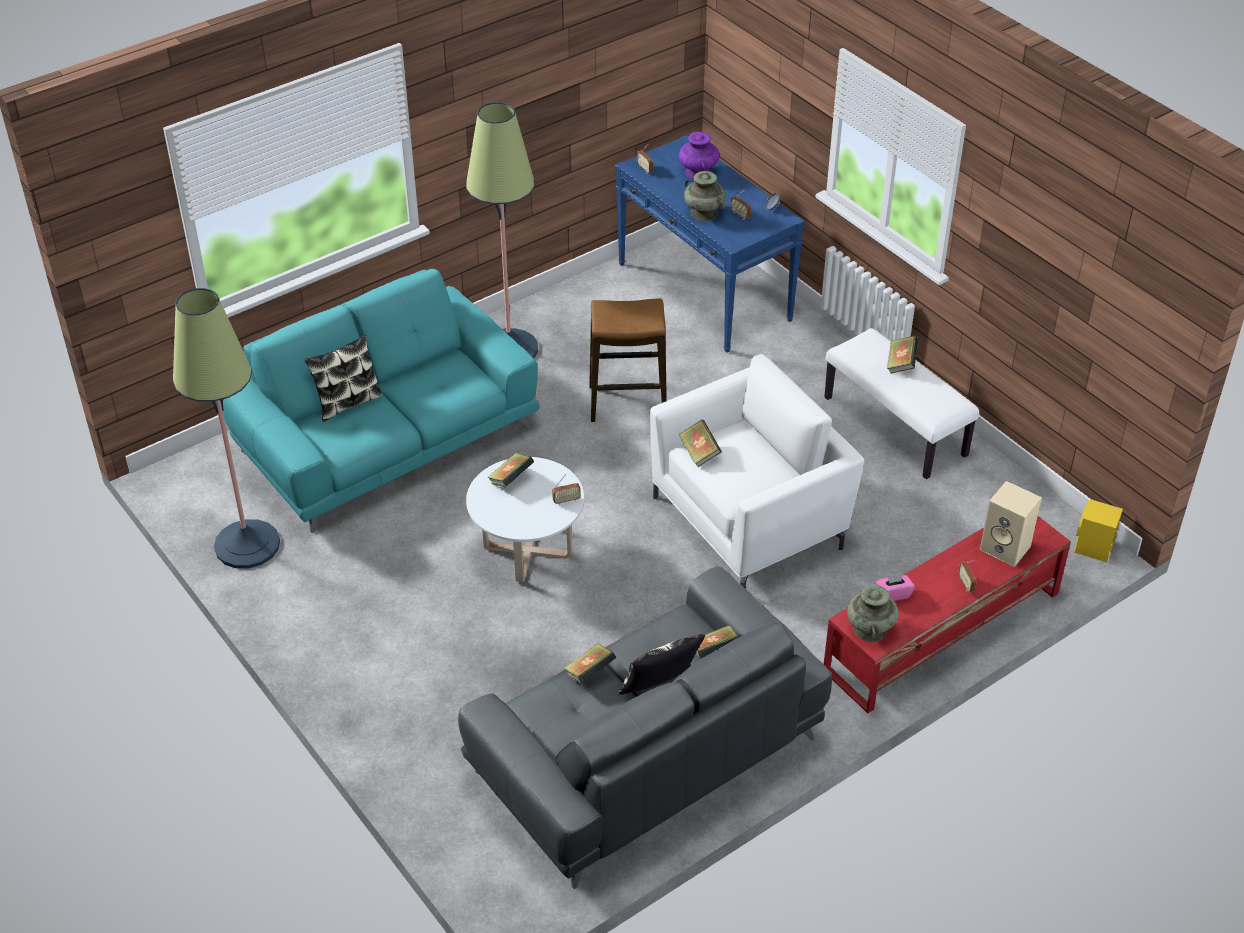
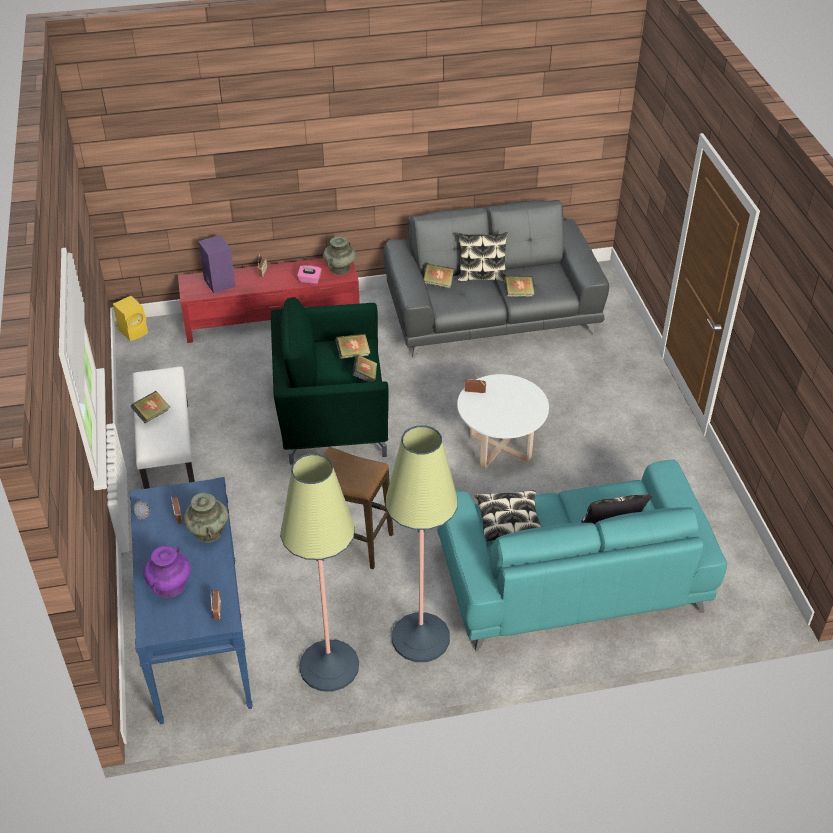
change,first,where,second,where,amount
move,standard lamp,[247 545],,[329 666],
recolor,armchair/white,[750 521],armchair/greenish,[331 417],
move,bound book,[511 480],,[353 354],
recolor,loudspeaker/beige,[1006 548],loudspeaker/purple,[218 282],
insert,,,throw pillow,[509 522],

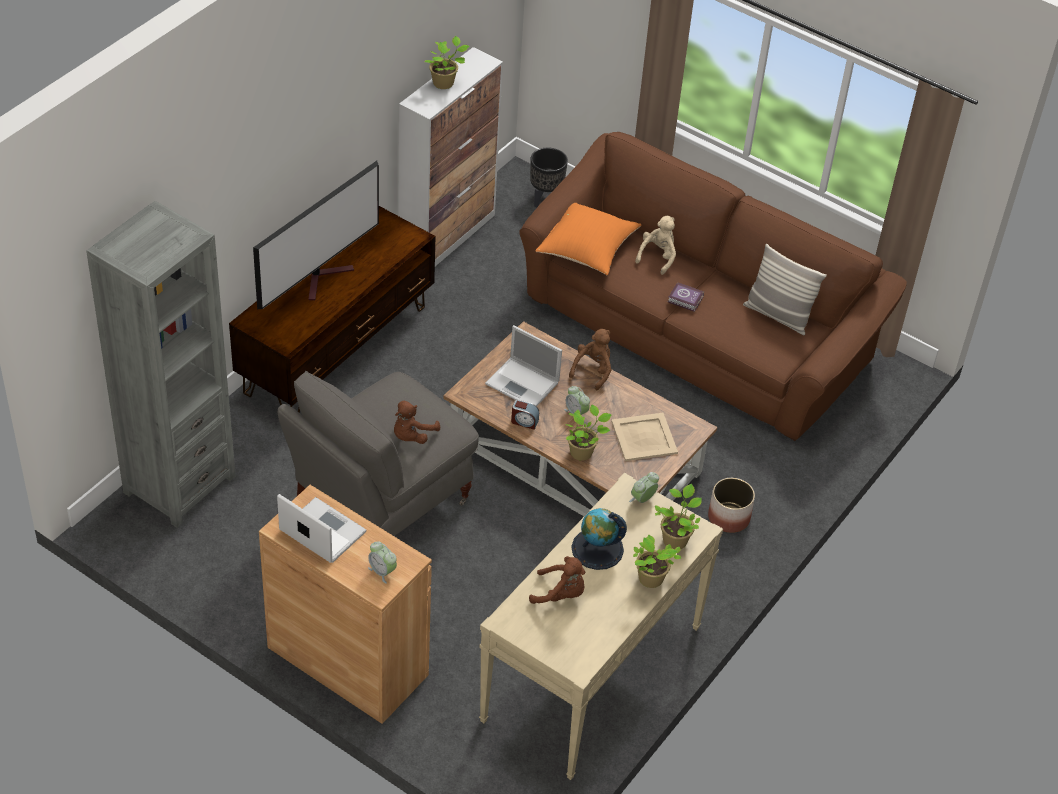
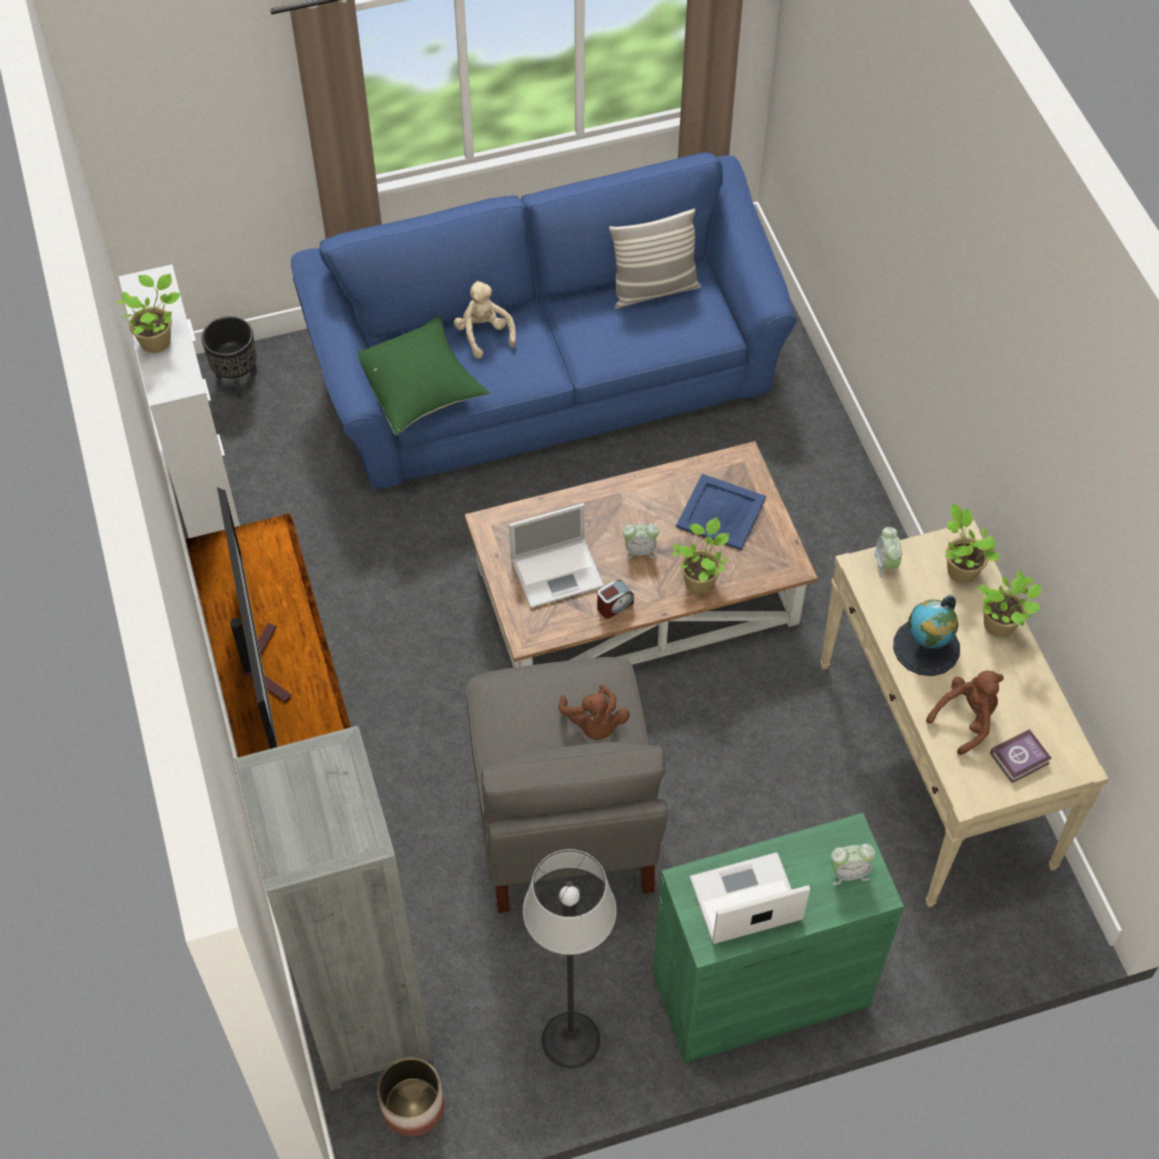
change,first,where,second,where,amount
recolor,couch/brown,[697 329],couch/bluish,[547 374],
recolor,throw pillow/orangey,[587 251],throw pillow/greenish,[419 389],
move,bound book,[686 300],,[1021 758],
delete,plush toy/brown,[593 370],,,
recolor,tray/beige,[643 437],tray/bluish,[720 512],
move,flower pot,[728 517],,[412 1106],
recolor,cupboard/brown,[347 661],cupboard/greenish,[760 990],
insert,,,standard lamp,[570 1040],

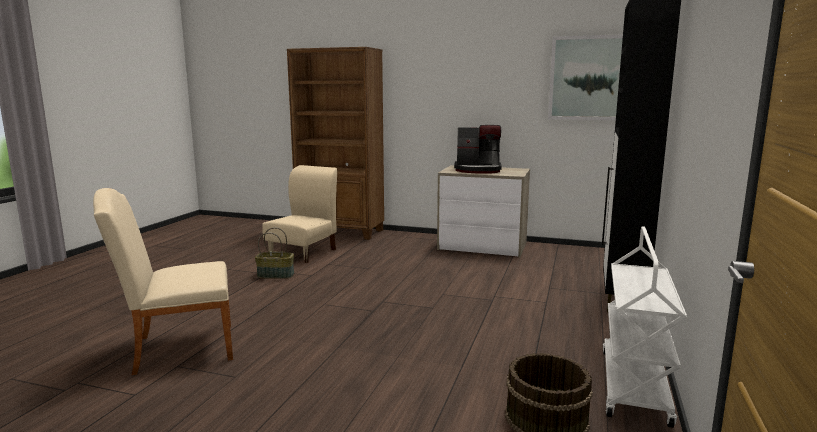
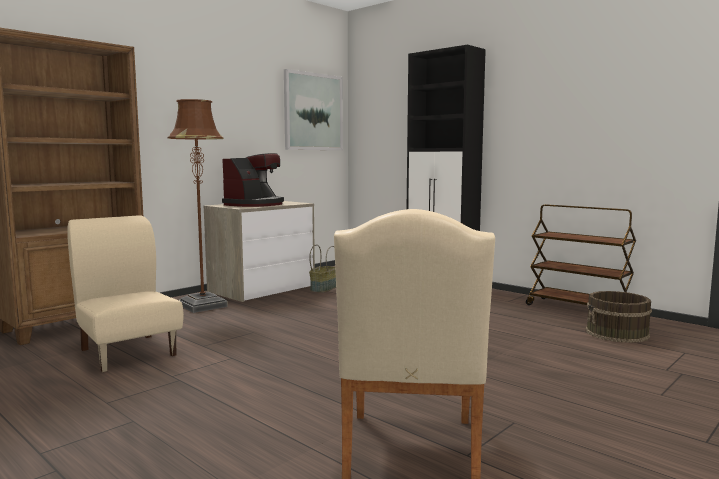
change,first,where,second,where,amount
recolor,trolley/white,[635 387],trolley/brown,[578 309],
move,storage basket,[276 275],,[323 288],
insert,,,standard lamp/brown,[203 306],

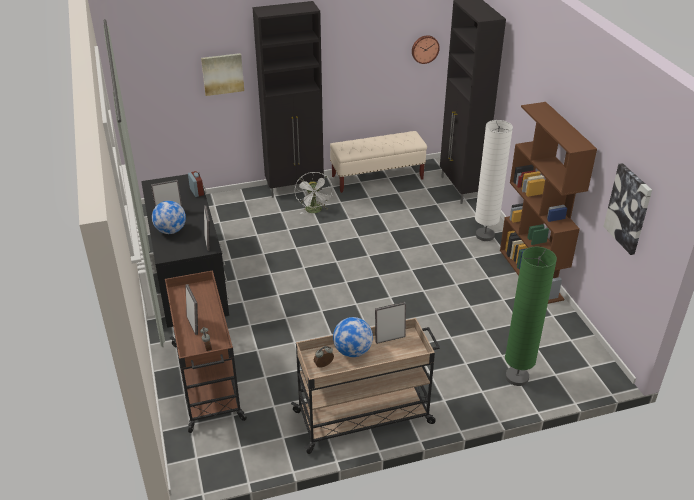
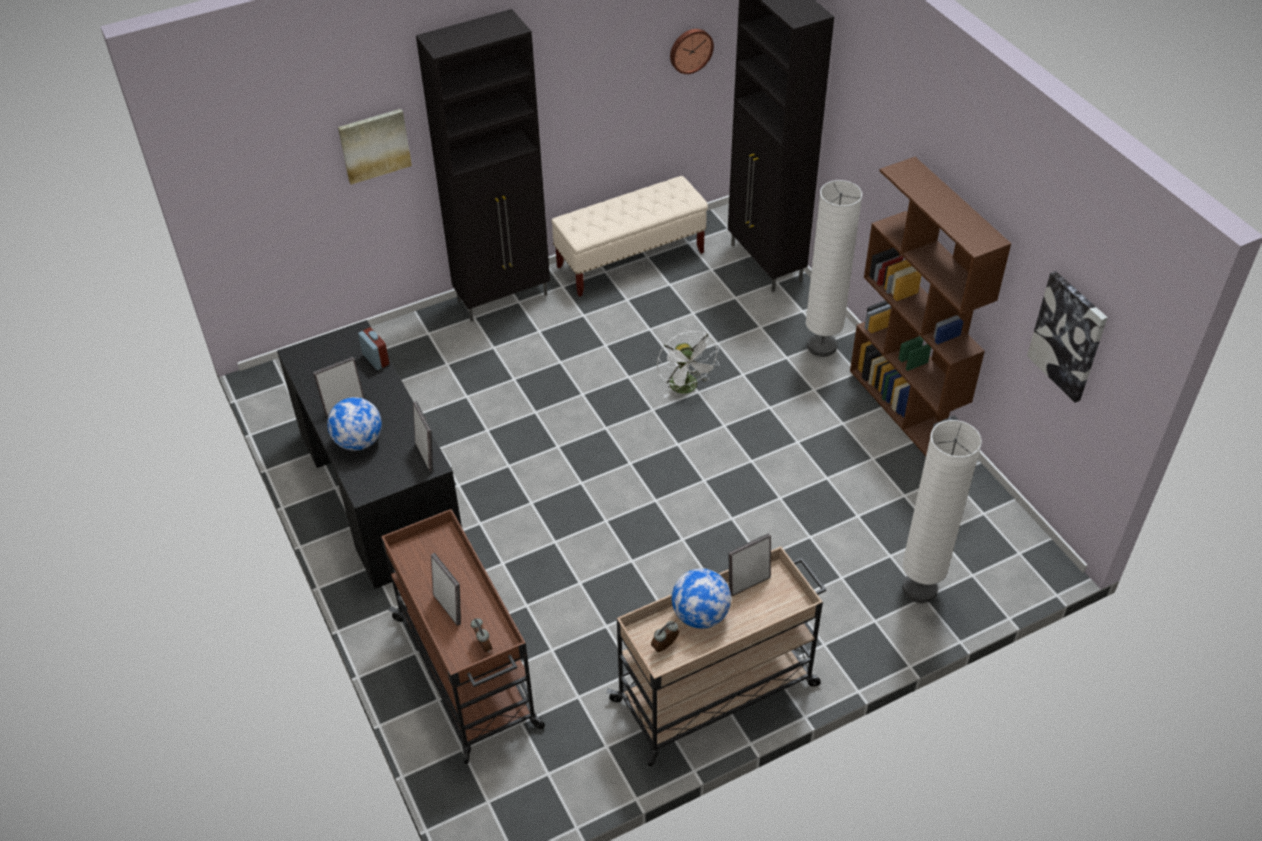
change,first,where,second,where,amount
move,fan/white,[315 211],,[687 388],
recolor,standard lamp/greenish,[517 377],standard lamp/white,[919 589],

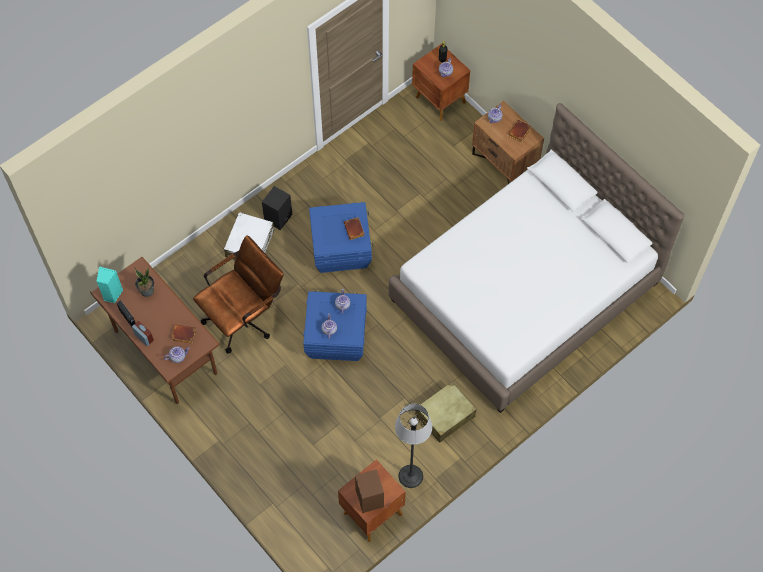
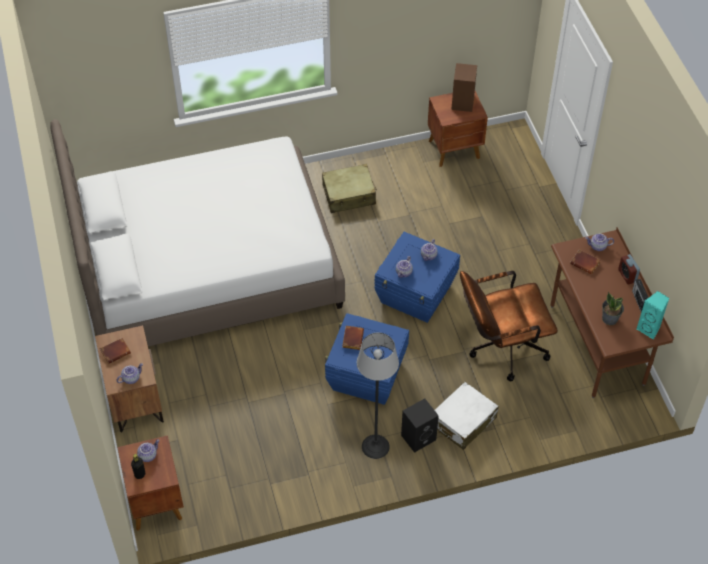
change,first,where,second,where,amount
move,standard lamp,[410 476],,[375 446],

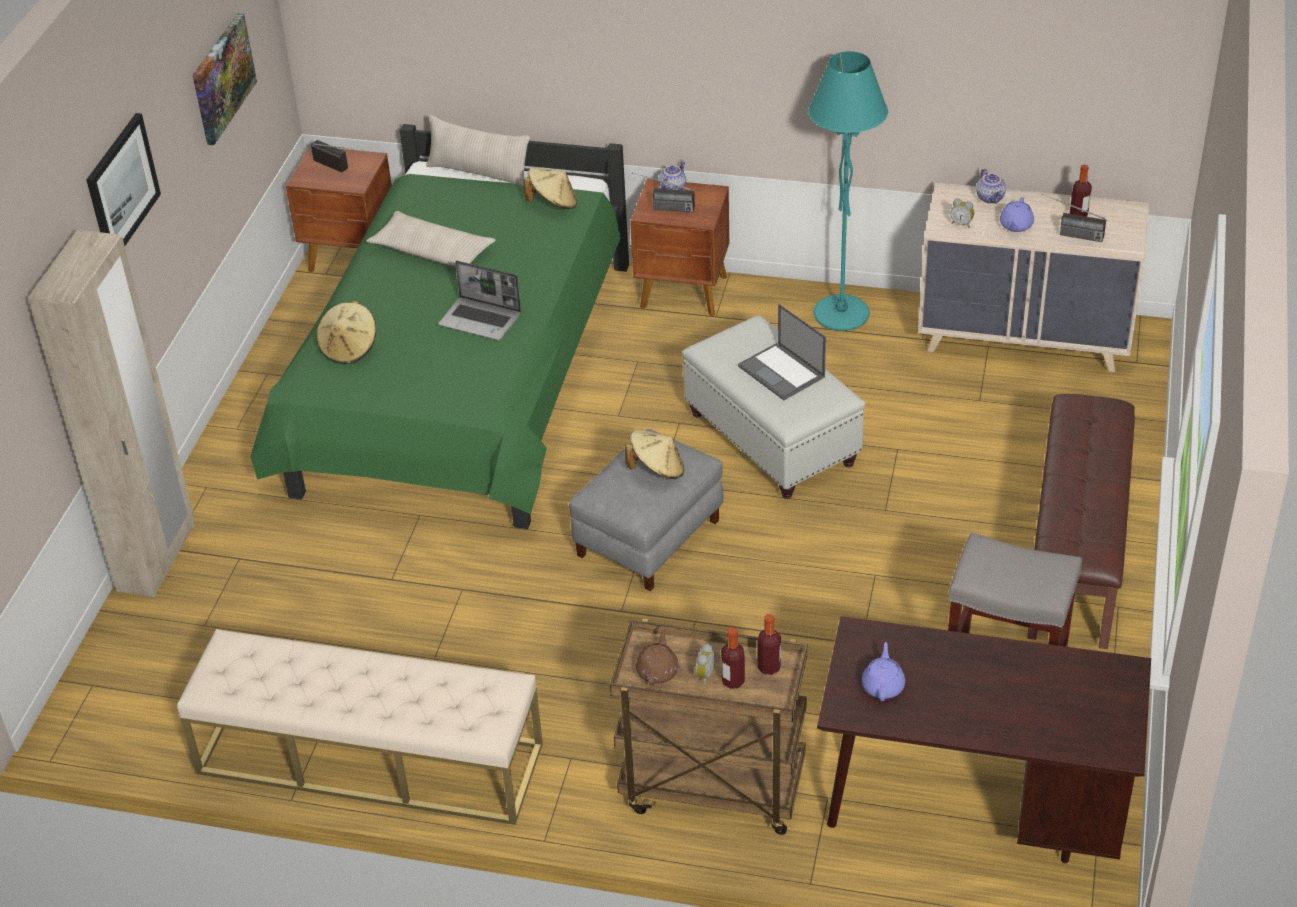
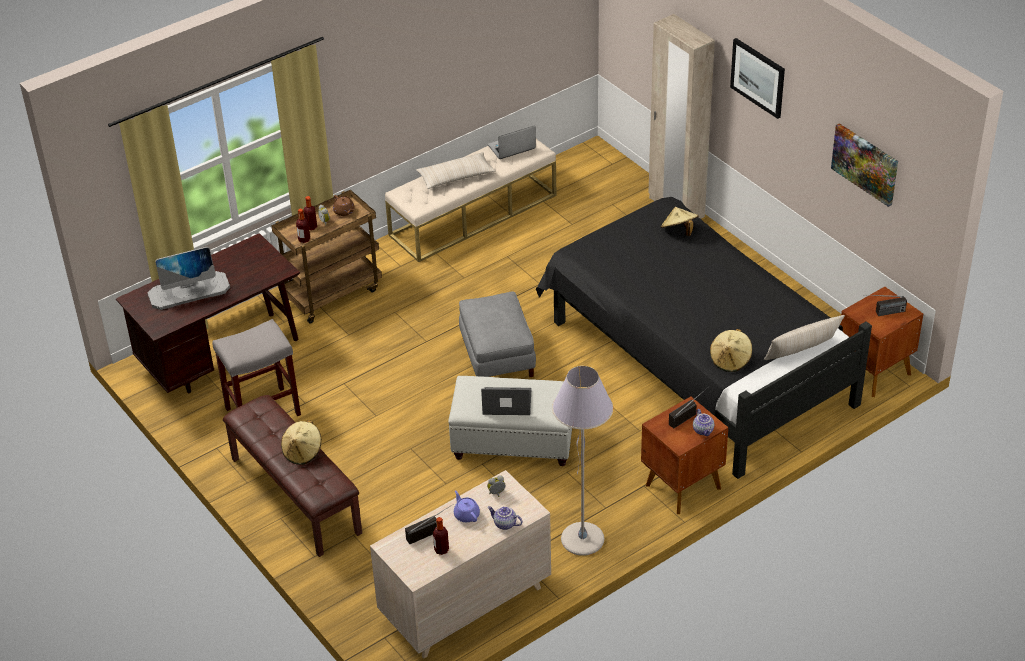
change,first,where,second,where,amount
recolor,standard lamp/turquoise-coloured,[841 314],standard lamp/grey,[582 540],
recolor,bedroom bed/greenish,[464 386],bedroom bed/blackish,[695 356],
move,throw pillow/beige,[432 251],,[456 177],
move,portable computer,[481 320],,[511 148],
move,hat/beige,[657 469],,[303 452],
delete,teapot/purple,[883 686],,,
insert,,,computer display,[189 291],

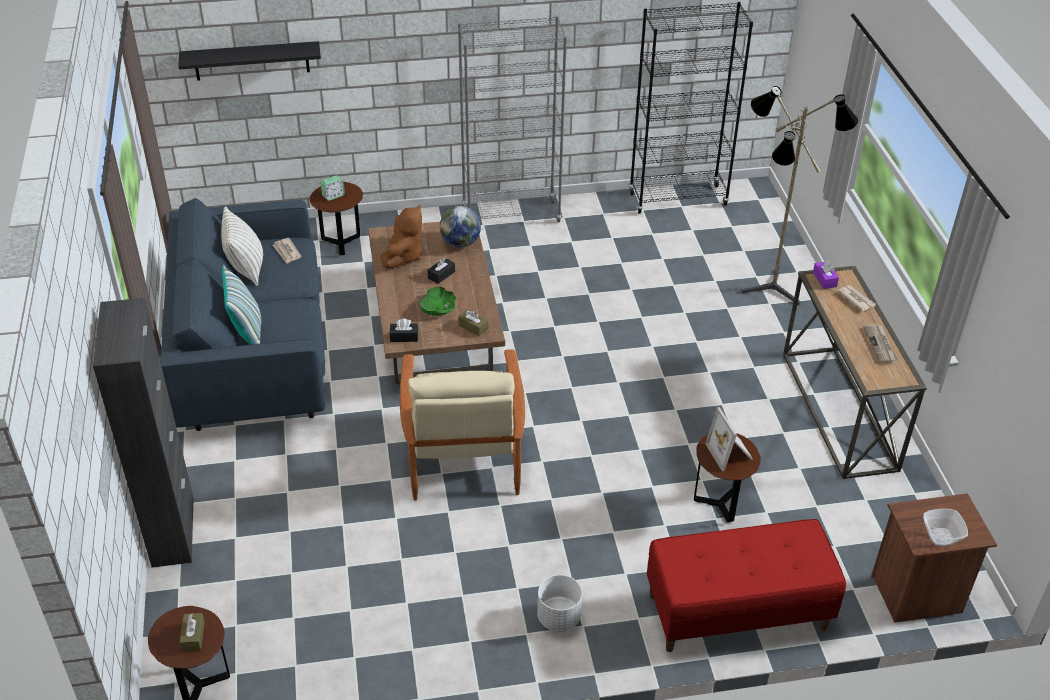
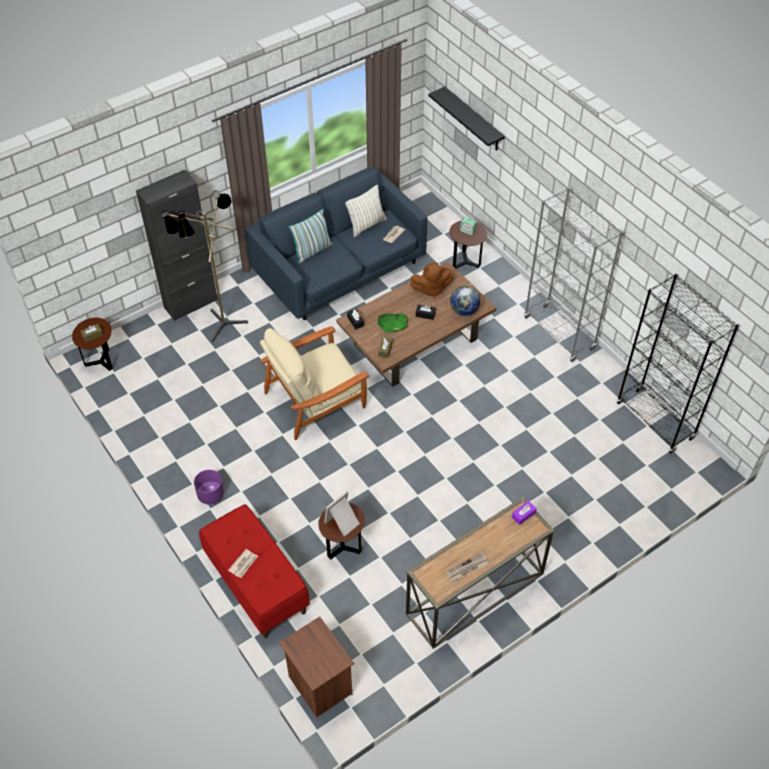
change,first,where,second,where,amount
move,standard lamp,[769 292],,[219 324],
move,newspaper,[856 299],,[243 564],
delete,deep dish,[940 537],,,
recolor,flower pot/white,[558 618],flower pot/purple,[210 495],

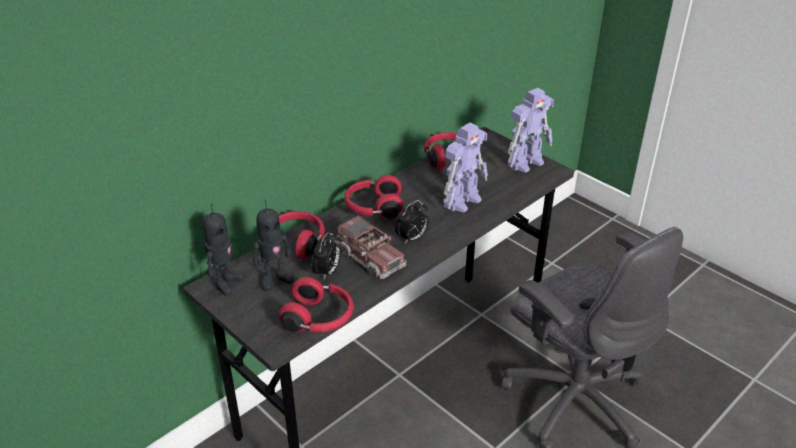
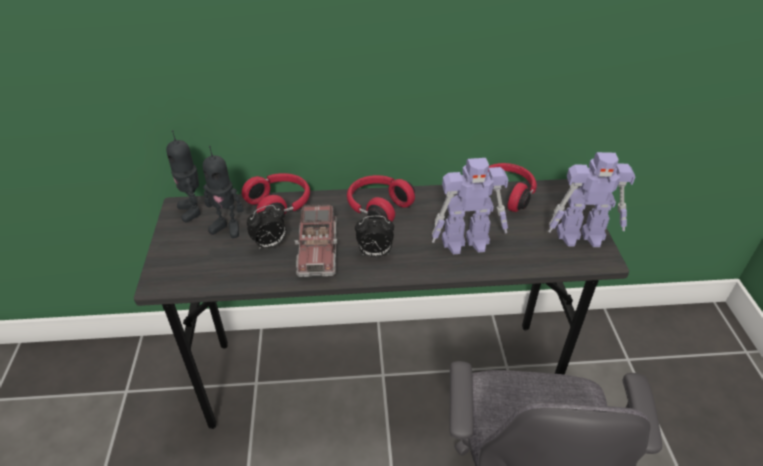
change,first,where,second,where,amount
rotate,toy robot,[226 283],,[193 210],90 degrees clockwise
delete,headphones/red,[319 318],,,

